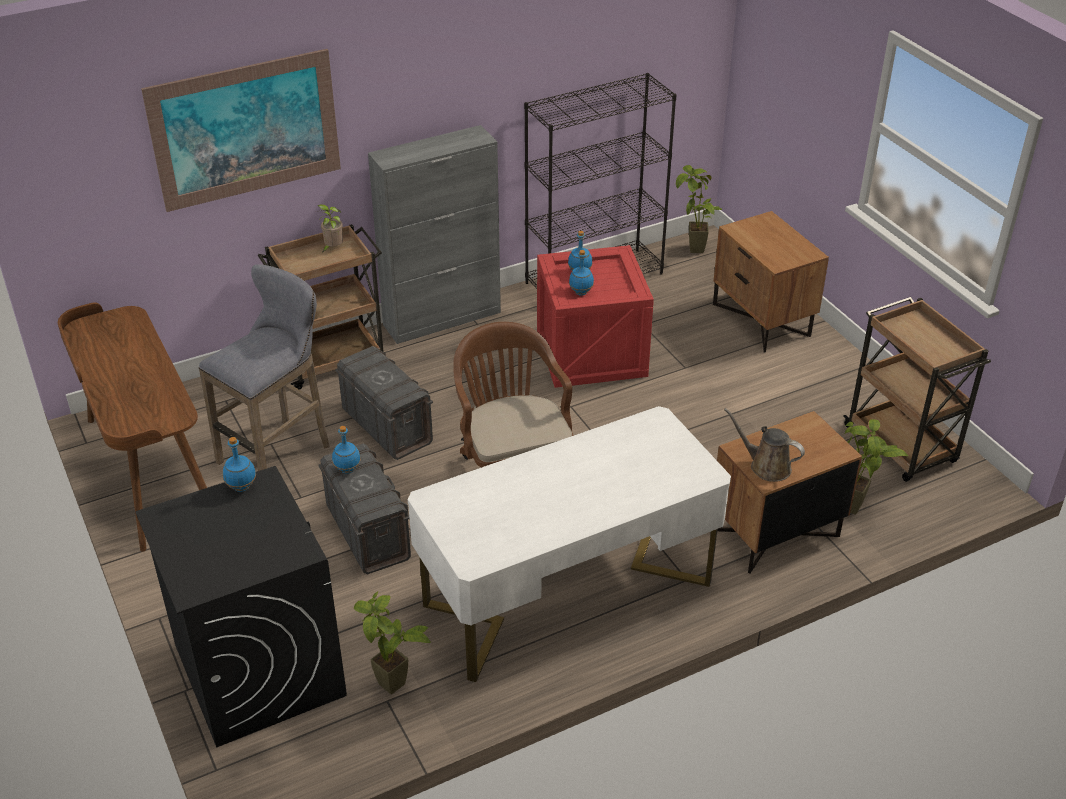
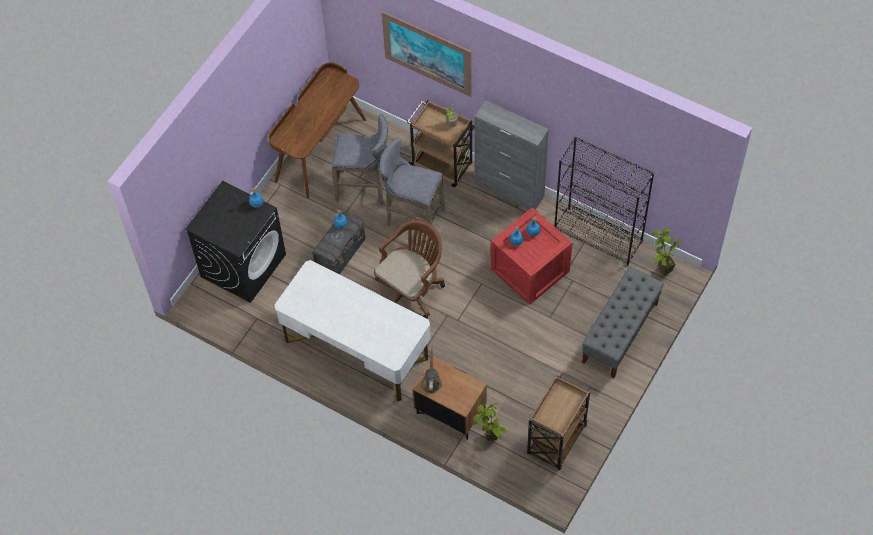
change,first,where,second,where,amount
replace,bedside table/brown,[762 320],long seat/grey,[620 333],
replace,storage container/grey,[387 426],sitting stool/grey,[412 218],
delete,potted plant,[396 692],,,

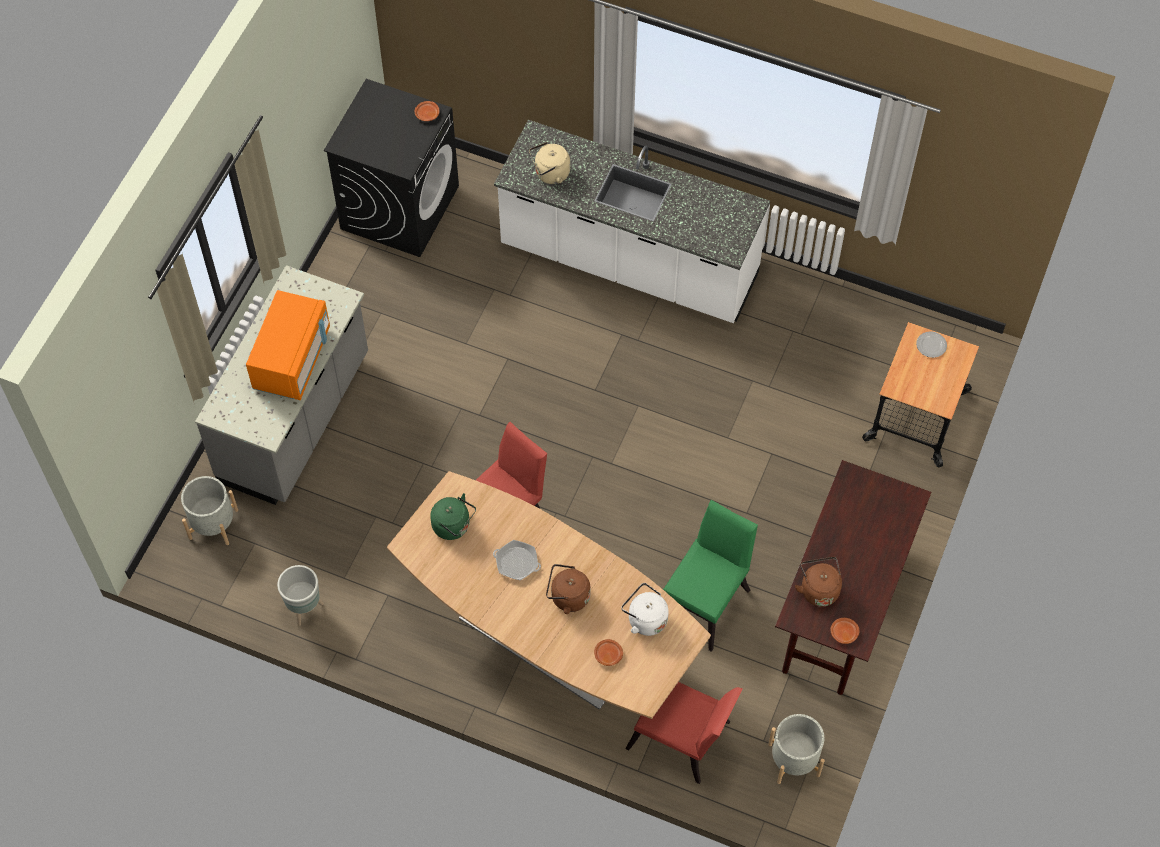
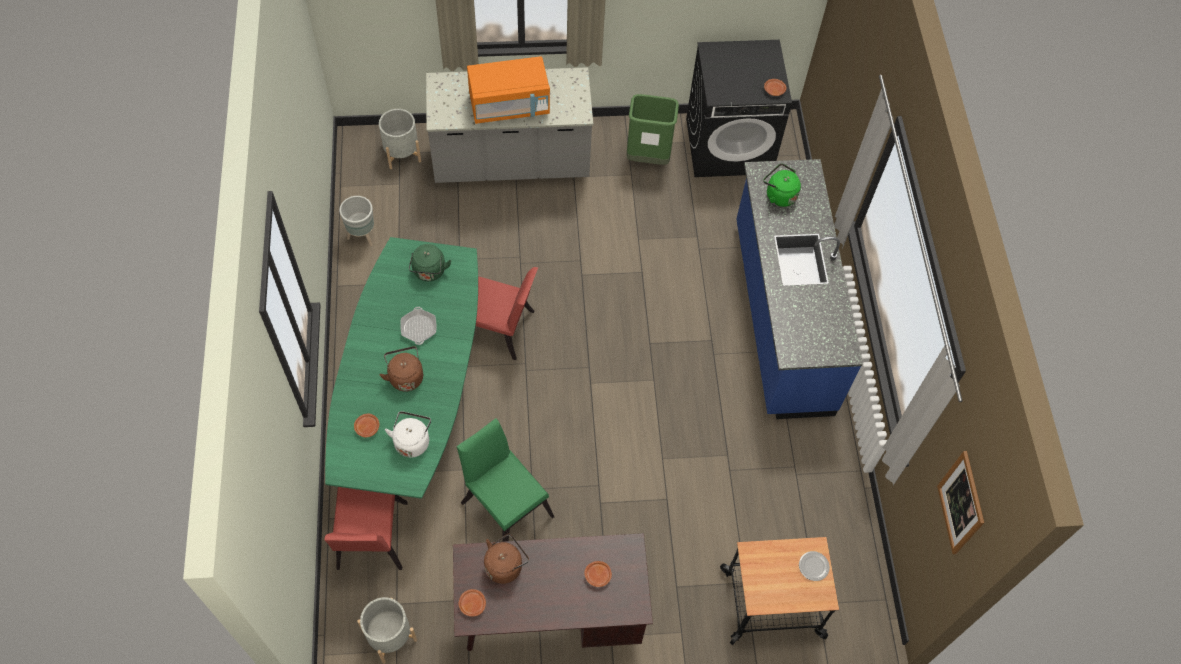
change,first,where,second,where,amount
recolor,kitchen base unit/white,[629 263],kitchen base unit/bluish,[780 317],
recolor,water kettle/beige,[550 174],water kettle/greenish,[779 195],
recolor,kitchen table/brown,[549 637],kitchen table/greenish,[414 405],
rotate,upright chair/greenish,[705 598],,[504 504],135 degrees counterclockwise
insert,,,rubbish bin/greenish,[648 157],
insert,,,picture,[961 503],
insert,,,dinner plate/brown,[598 575],

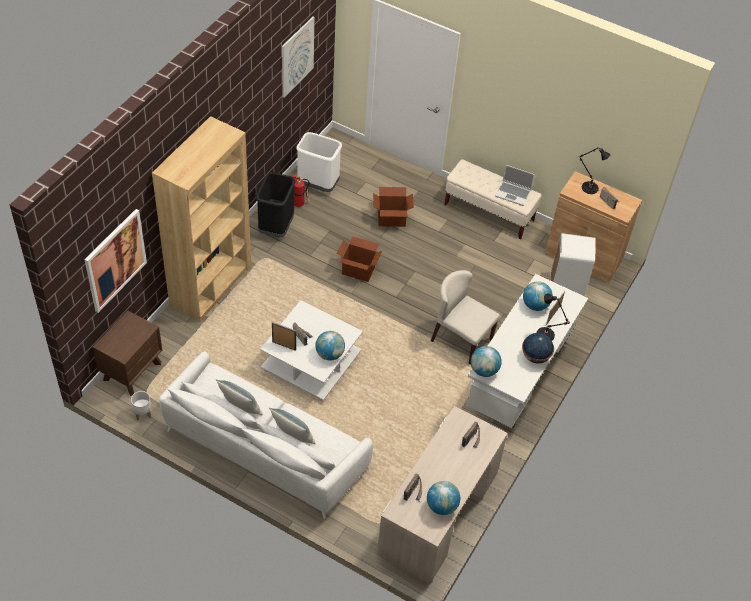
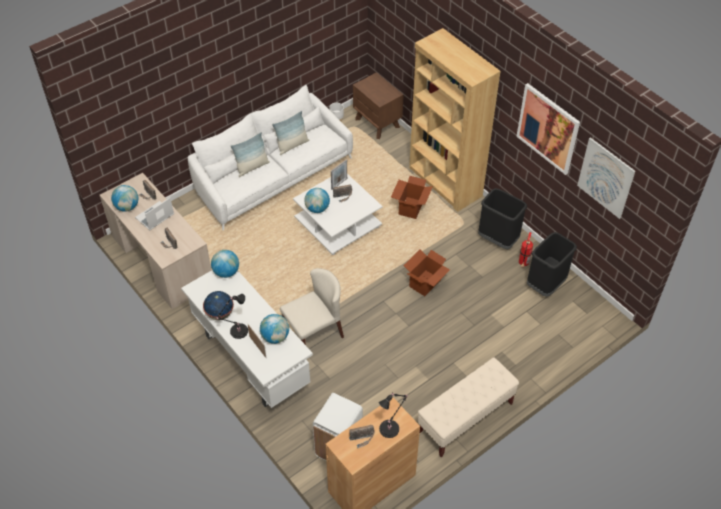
change,first,where,second,where,amount
recolor,rubbish bin/white,[318 185],rubbish bin/blackish,[546 285],
move,portable computer,[513 194],,[155 217],
move,packing box,[391 219],,[410 208],
move,picture,[115 260],,[548 128],

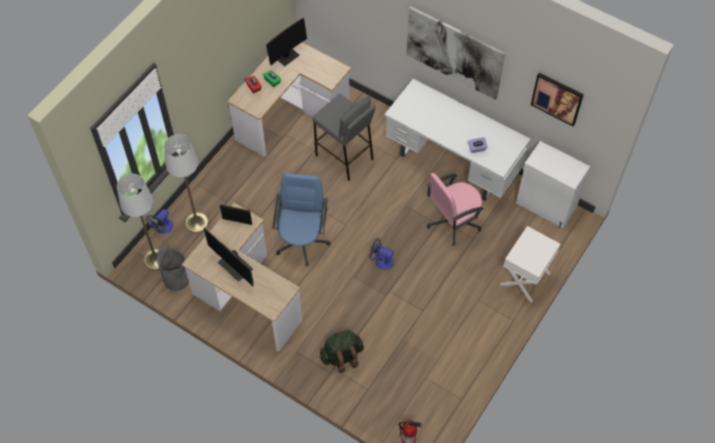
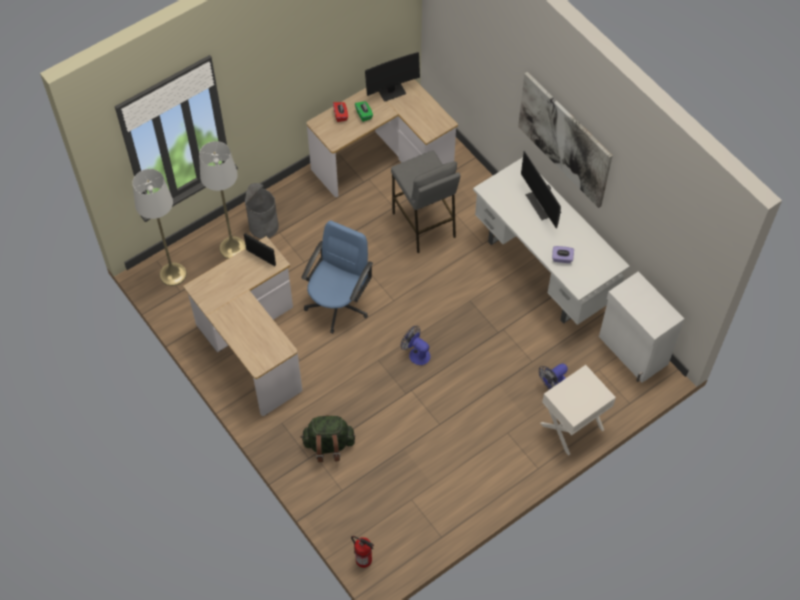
change,first,where,second,where,amount
delete,picture,[557 98],,,
delete,office chair/pink-coloured,[452 222],,,
move,fan,[162 229],,[552 385],
move,computer display,[236 266],,[543 204],
move,rubbish bin/grey,[176 279],,[264 226],

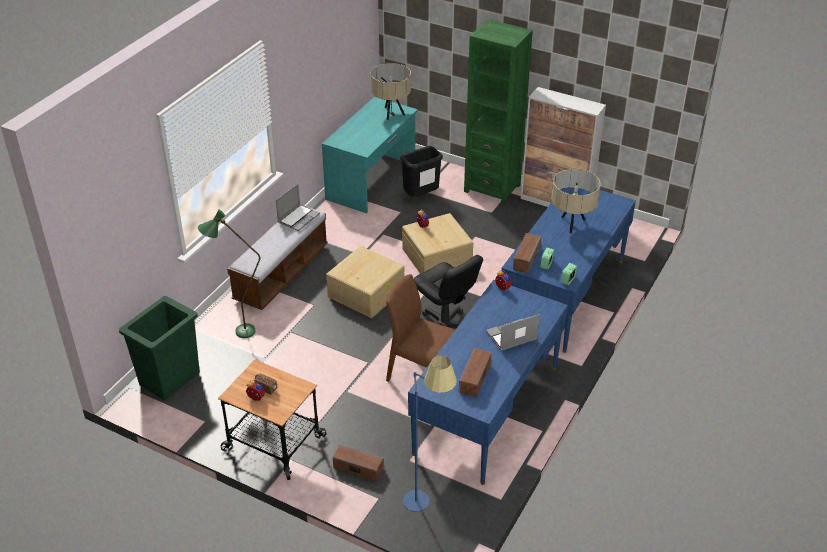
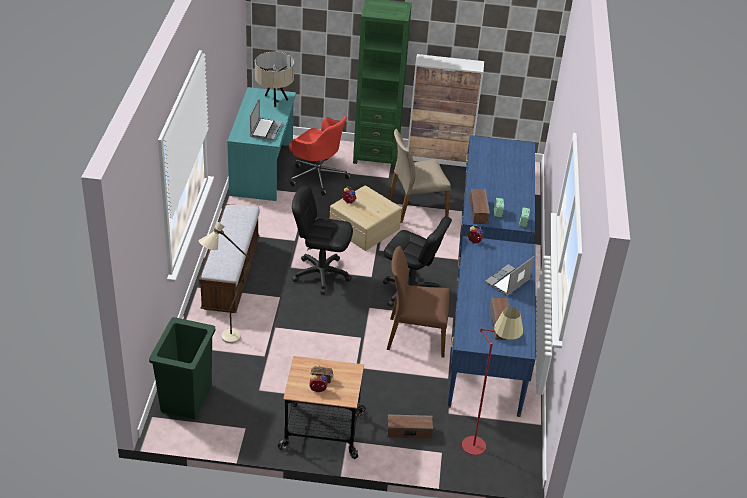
change,first,where,second,where,amount
replace,rubbish bin/blackish,[421 197],office chair/red,[317 176],
delete,tabletop lamp/beige,[571 225],,,
move,portable computer,[298 218],,[265 130],
recolor,standard lamp/greenish,[238 333],standard lamp/beige,[225 340],
replace,storage container/beige,[366 292],office chair/blackish,[321 274],
recolor,standard lamp/bluish,[427 497],standard lamp/red,[481 439],
insert,,,upright chair/beige,[416 207],

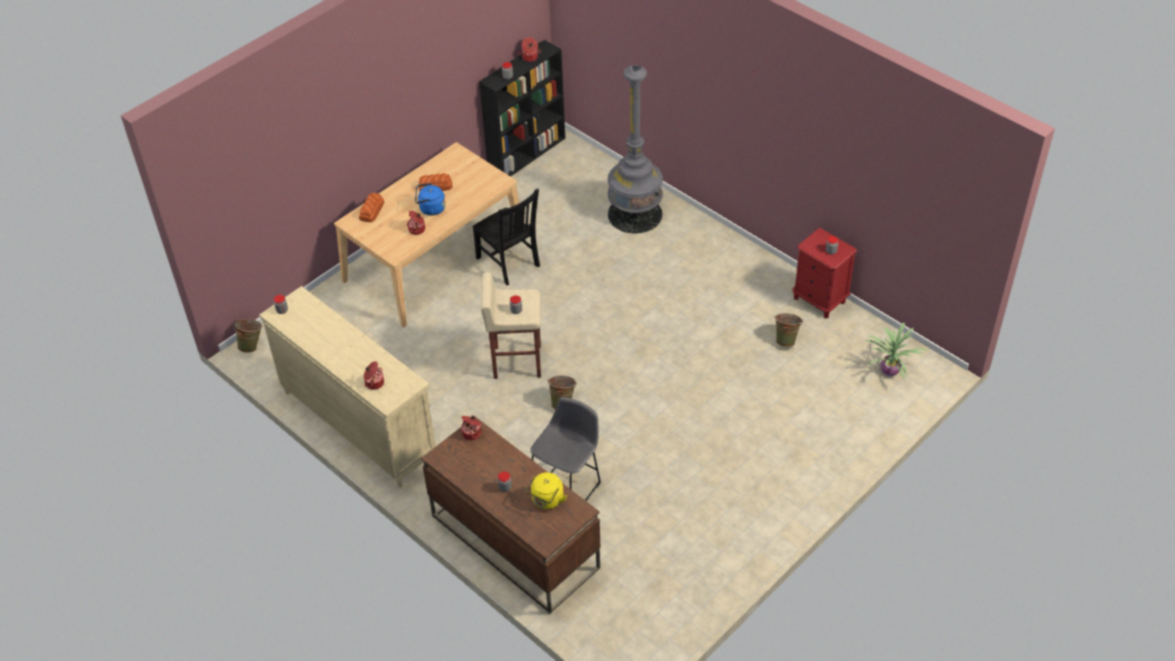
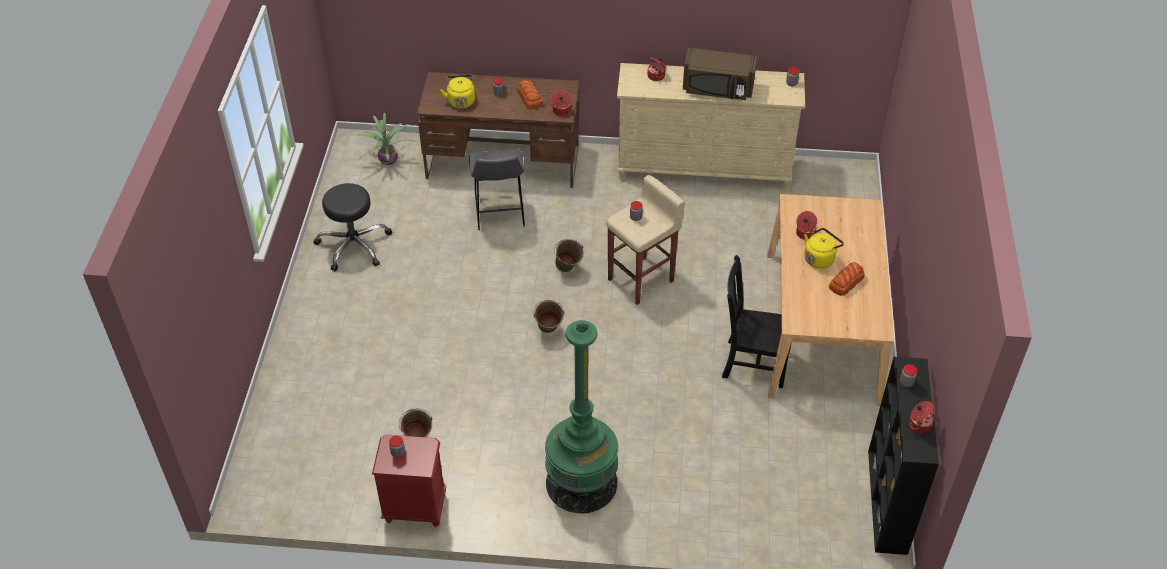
change,first,where,second,where,amount
delete,standard lamp/grey,[635 214],,,
recolor,water kettle/bluish,[430 209],water kettle/yellow-coloured,[820 258],
move,baked bread,[372 210],,[530 98],
move,pail/greenish,[252 345],,[548 332],
move,potted plant,[890 371],,[387 161],
insert,,,microwave/brown,[718 89],
insert,,,sitting stool/blackish,[353 245],
insert,,,standard lamp/greenish,[581 482],

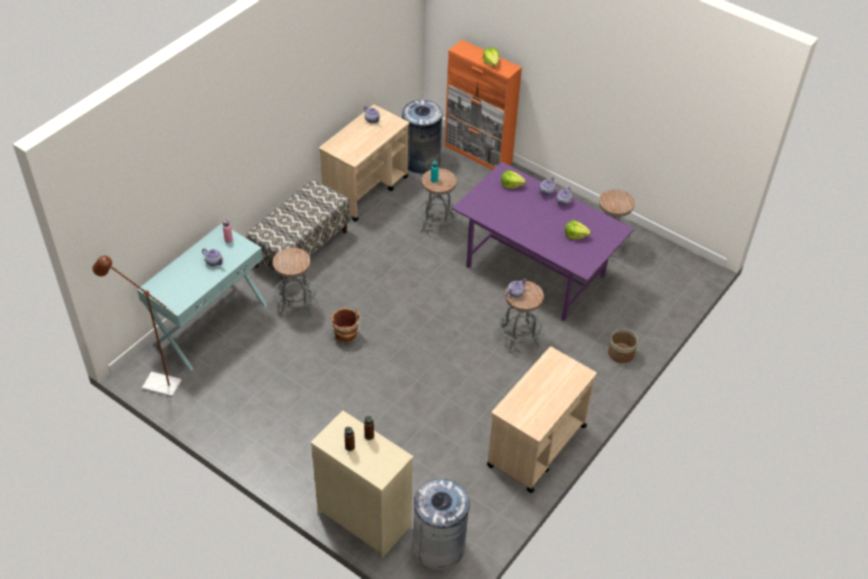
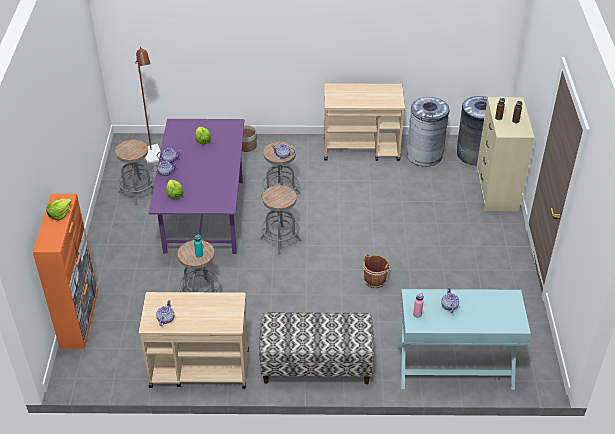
change,first,where,second,where,amount
move,rubbish bin/grey,[421 161],,[424 155],
move,sitting stool/grey,[295 304],,[280 239],
move,standard lamp/brown,[155 383],,[154 157],

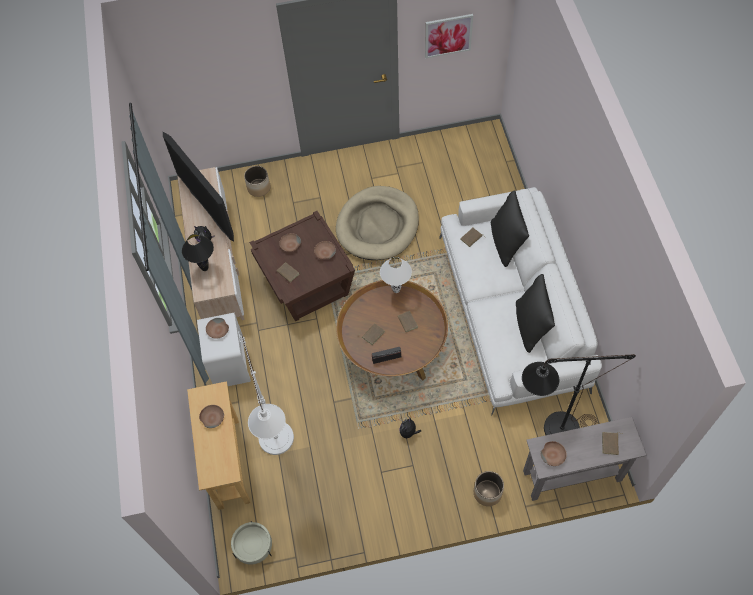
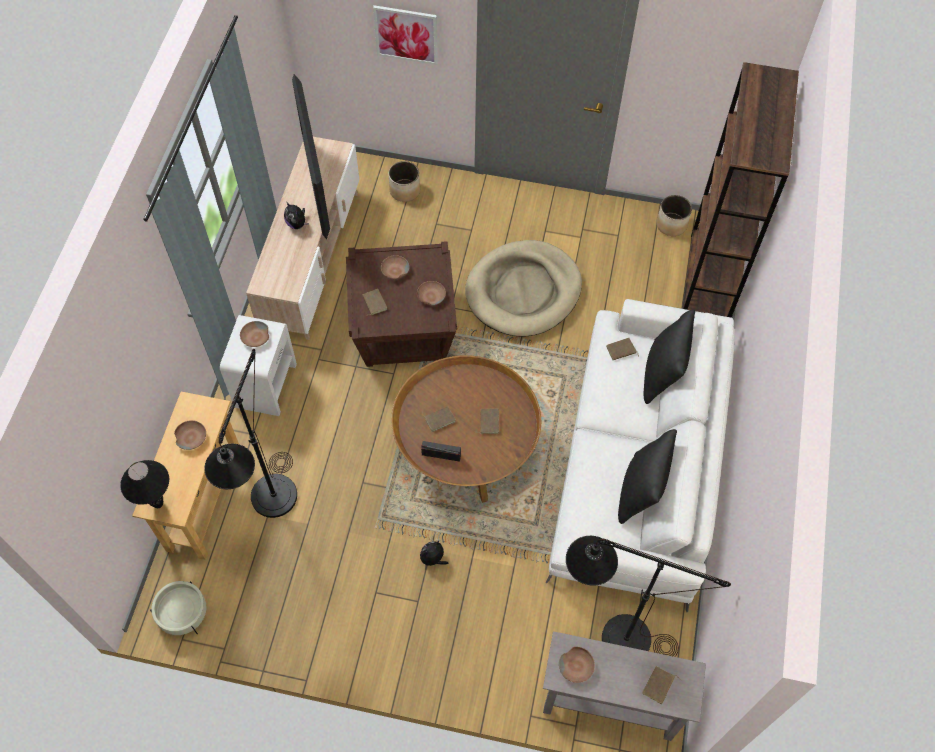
change,first,where,second,where,amount
move,picture,[448 35],,[406 34],
move,tabletop lamp/blackish,[205 268],,[158 503],
delete,tabletop lamp/white,[396 290],,,
recolor,standard lamp/white,[279 447],standard lamp/blackish,[271 509],
move,flower pot,[487 493],,[671 225],
insert,,,bookcase/brown,[707 282],

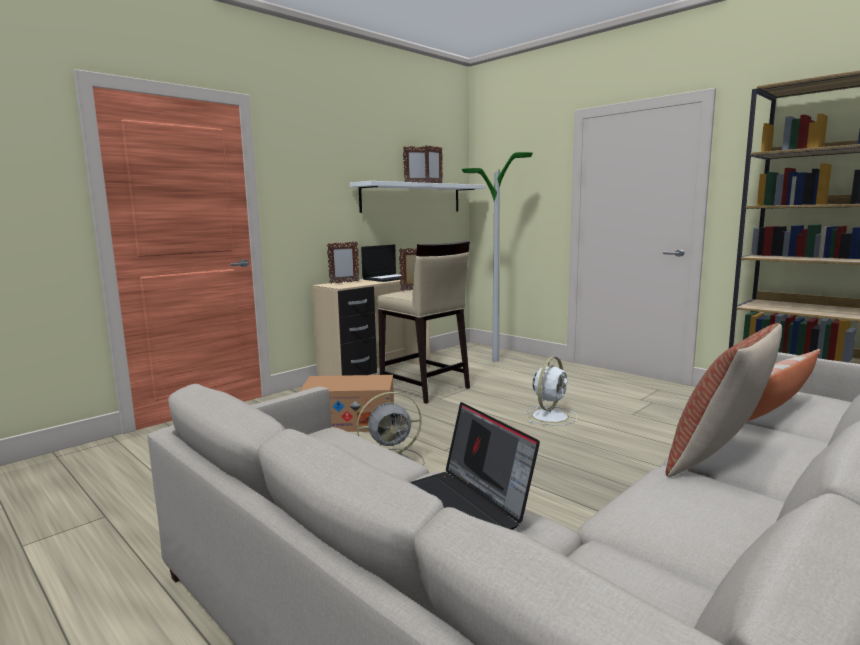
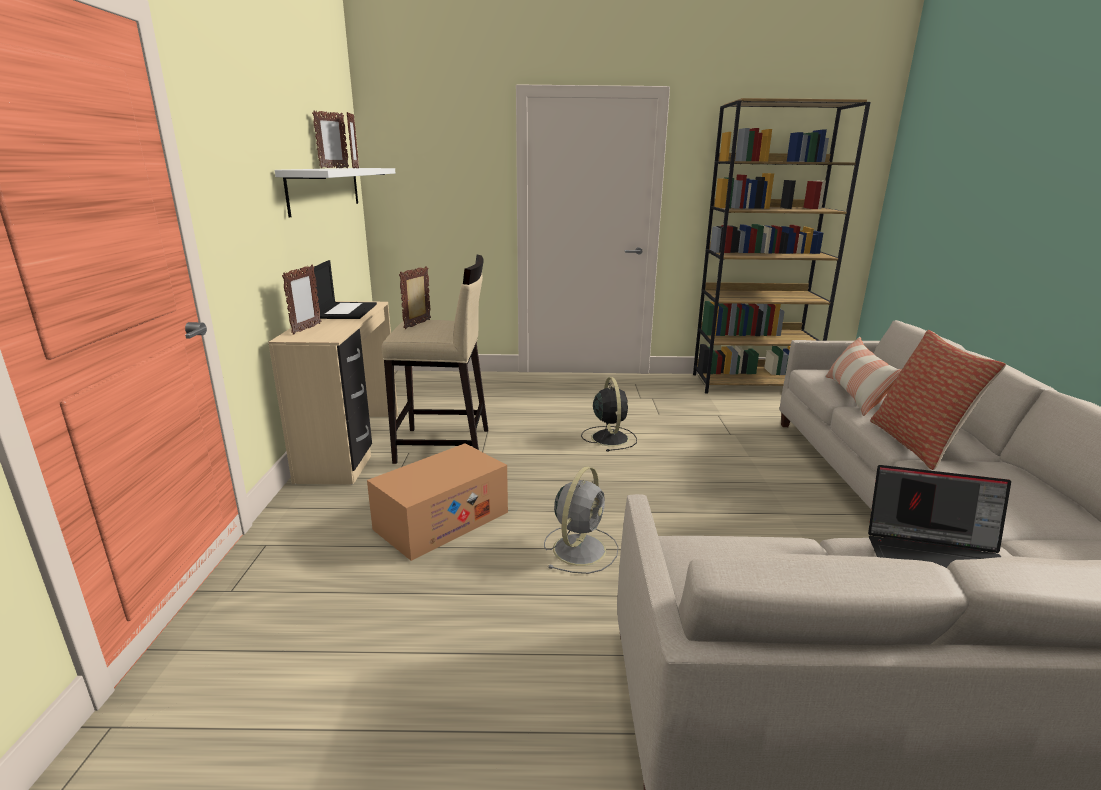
change,first,where,second,where,amount
delete,standard lamp,[495 360],,,
recolor,fan/white,[550 416],fan/blackish,[609 437],

